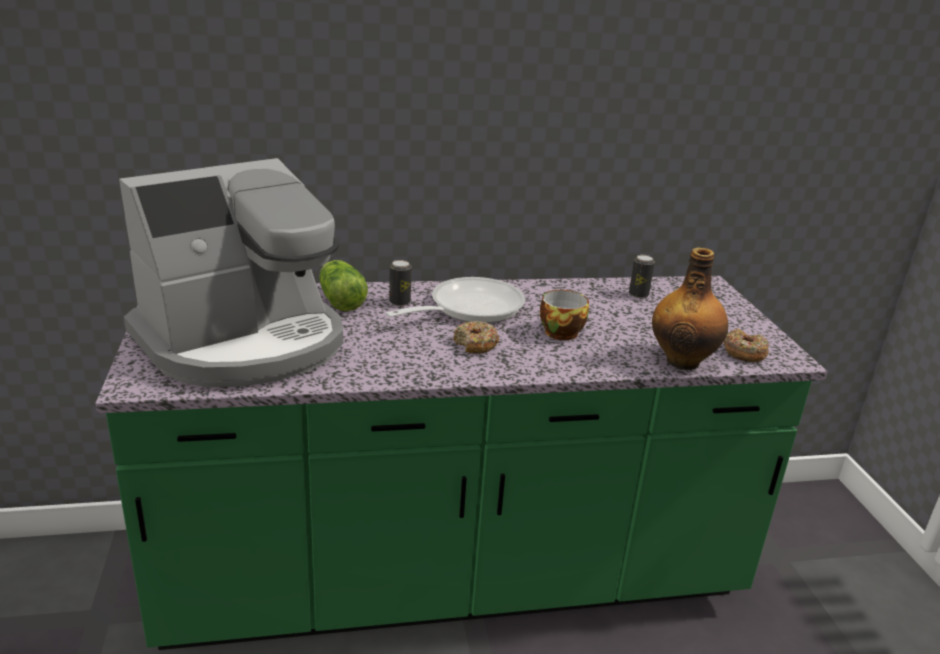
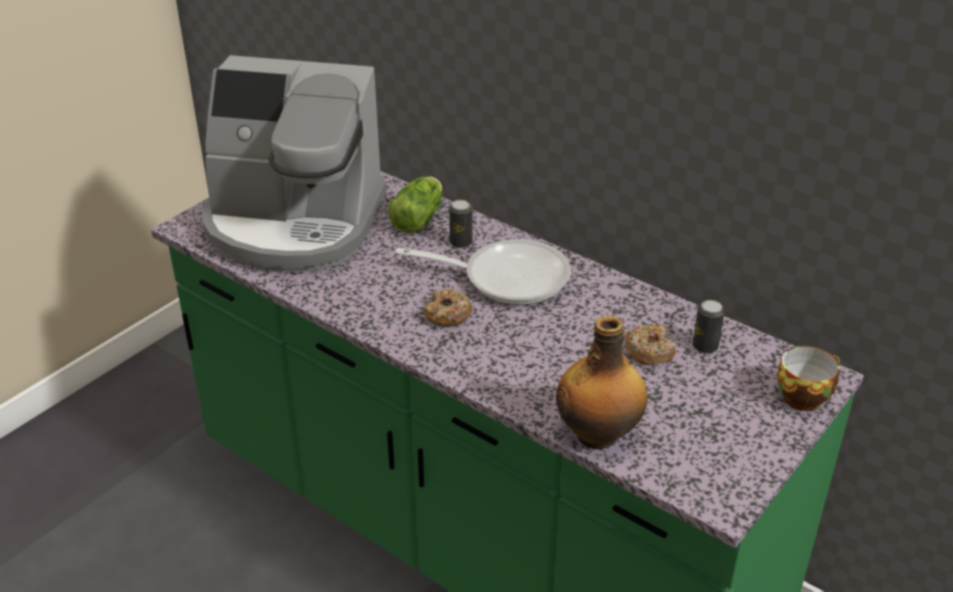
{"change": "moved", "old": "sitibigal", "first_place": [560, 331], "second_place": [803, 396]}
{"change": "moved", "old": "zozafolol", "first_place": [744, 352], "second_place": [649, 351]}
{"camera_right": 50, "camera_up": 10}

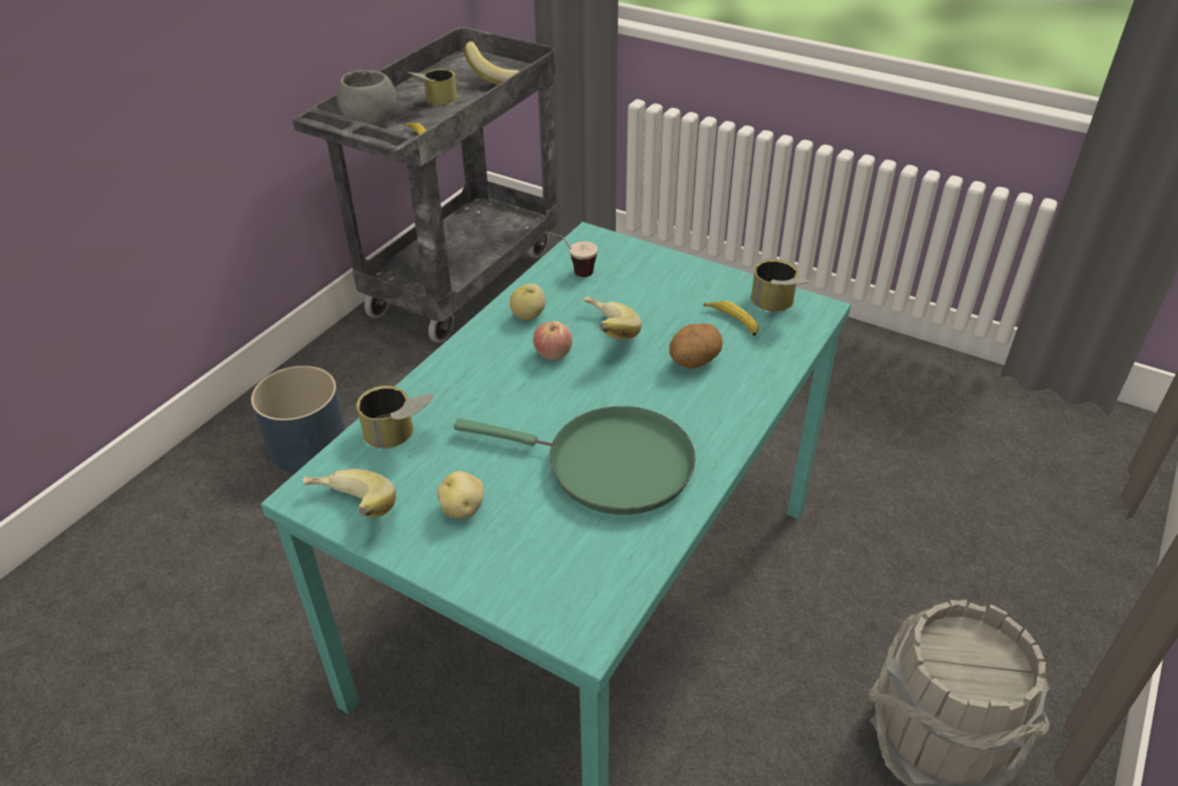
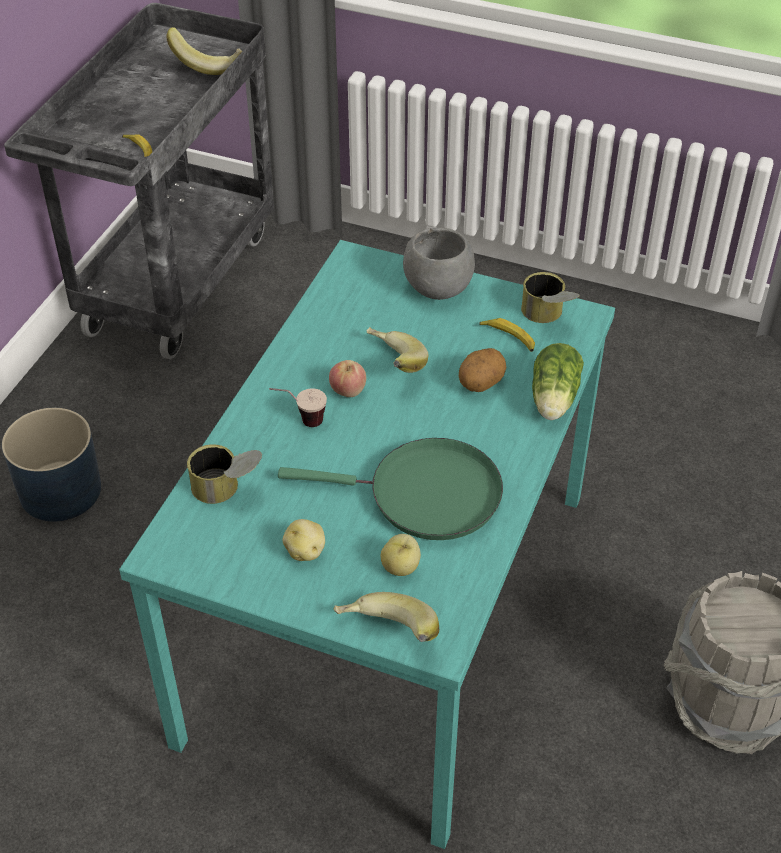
{"change": "moved", "old": "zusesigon", "first_place": [350, 514], "second_place": [386, 636]}
{"change": "moved", "old": "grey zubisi", "first_place": [371, 122], "second_place": [438, 288]}
{"change": "removed", "old": "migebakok", "first_place": [434, 101]}
{"change": "moved", "old": "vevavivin", "first_place": [529, 316], "second_place": [401, 567]}
{"change": "moved", "old": "sitibigal", "first_place": [572, 272], "second_place": [300, 421]}
{"change": "added", "new": "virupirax", "second_place": [553, 400]}
{"camera_right": -10, "camera_up": 5}

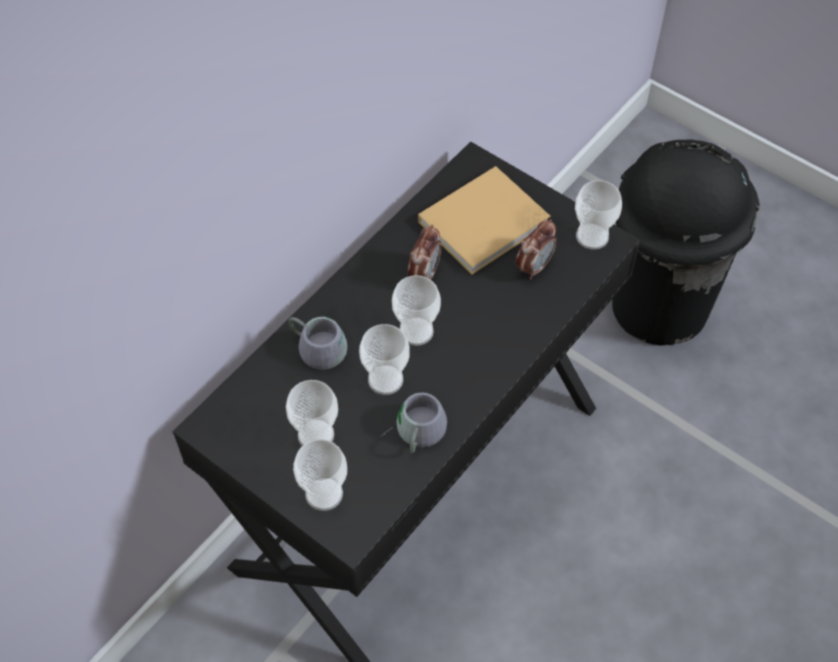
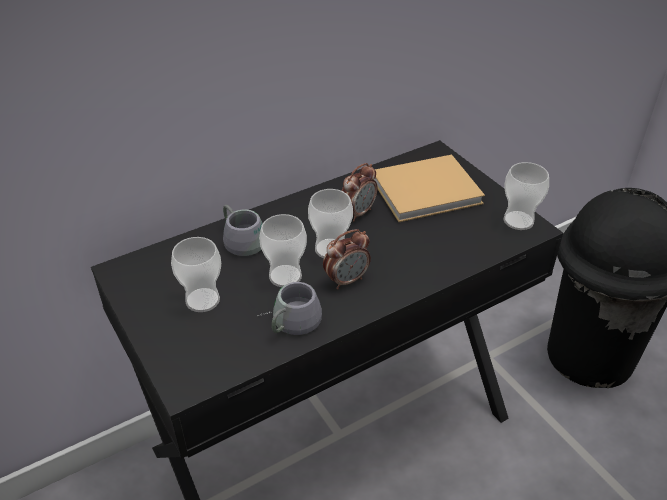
{"change": "removed", "old": "sitibigal", "first_place": [324, 493]}
{"change": "moved", "old": "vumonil", "first_place": [534, 266], "second_place": [346, 280]}
{"camera_right": 20, "camera_up": -15}

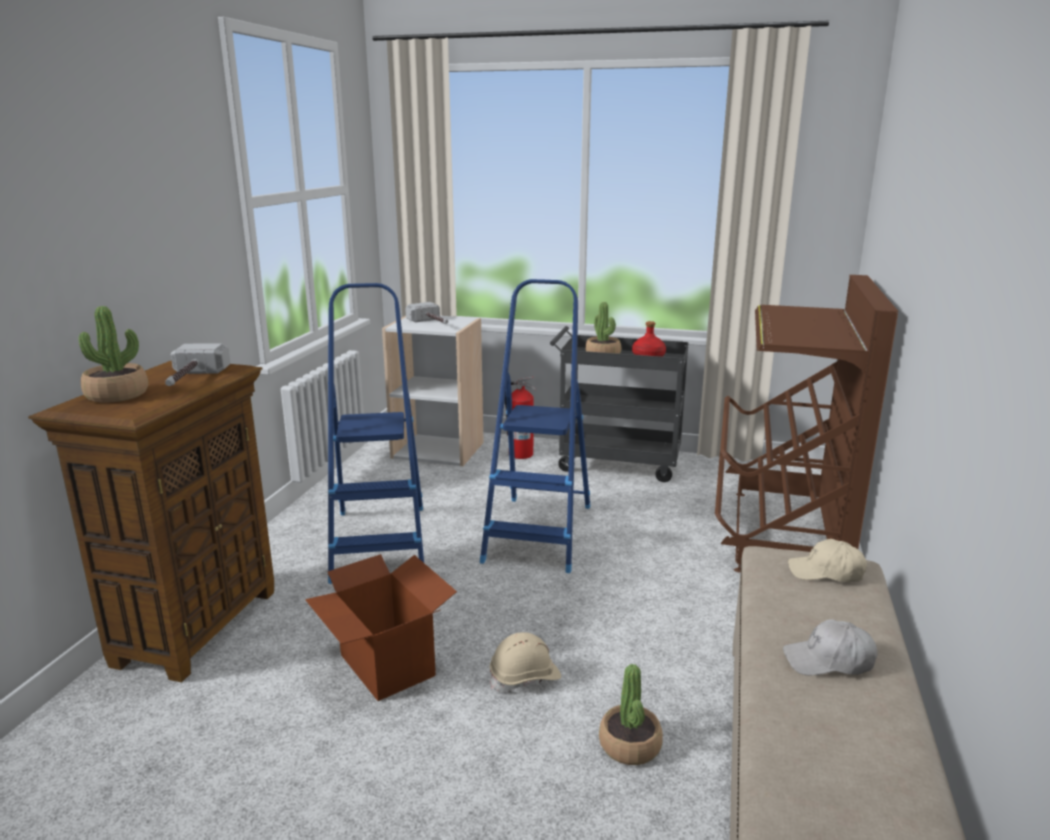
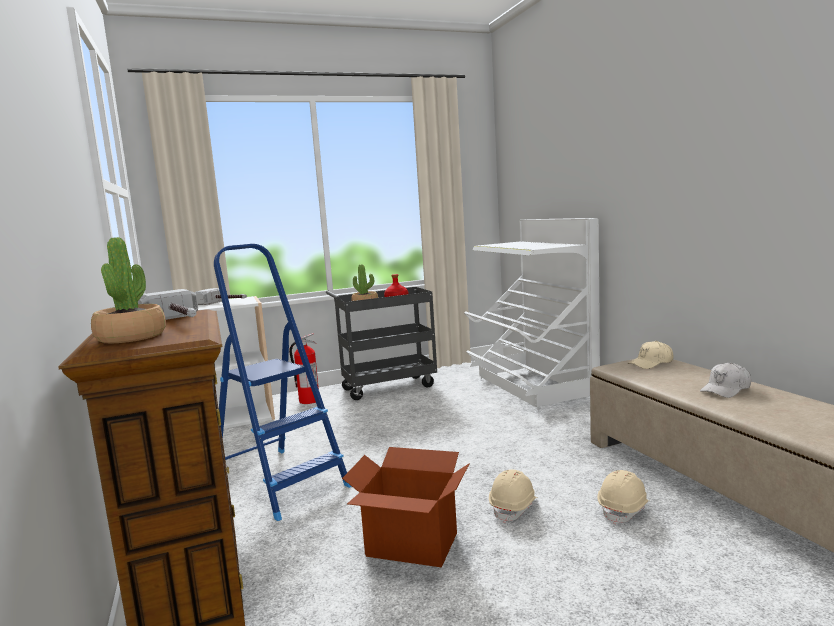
{"change": "removed", "old": "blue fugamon", "first_place": [538, 533]}
{"change": "replaced", "old": "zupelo", "new": "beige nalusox", "first_place": [630, 745], "second_place": [624, 509]}
{"change": "recoloured", "old": "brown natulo", "new": "white natulo", "first_place": [777, 533], "second_place": [529, 390]}
{"camera_right": -35, "camera_up": -10}

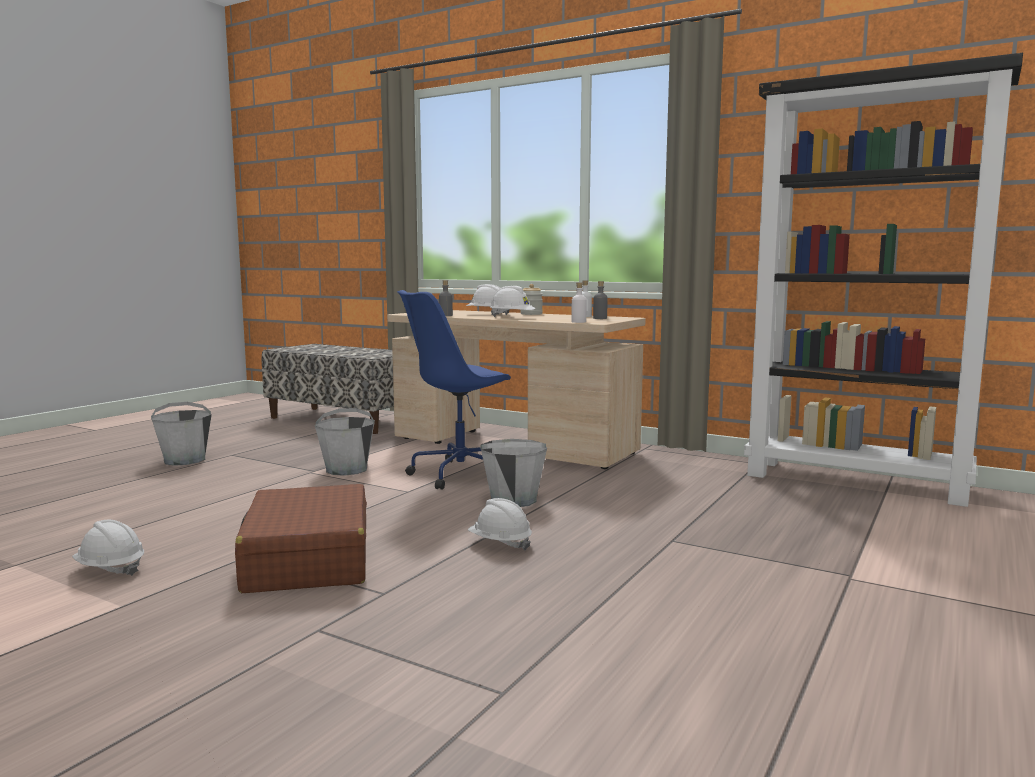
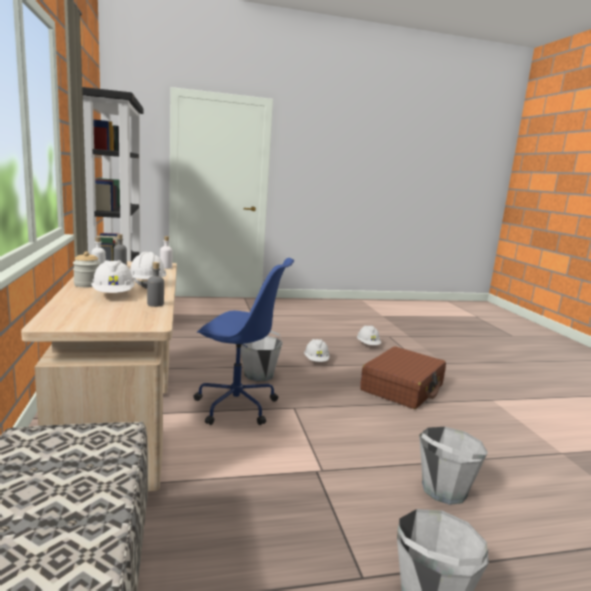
{"change": "moved", "old": "white nalusox", "first_place": [110, 569], "second_place": [368, 345]}
{"change": "moved", "old": "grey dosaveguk", "first_place": [347, 469], "second_place": [443, 489]}
{"camera_right": -135, "camera_up": 5}

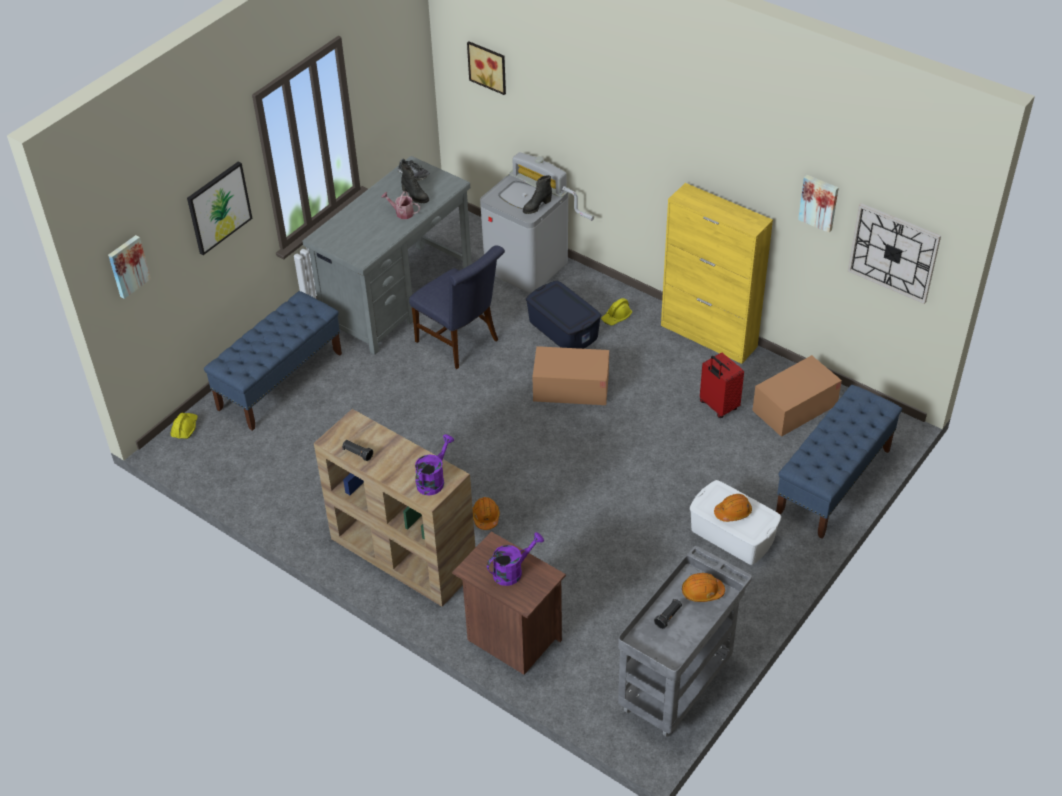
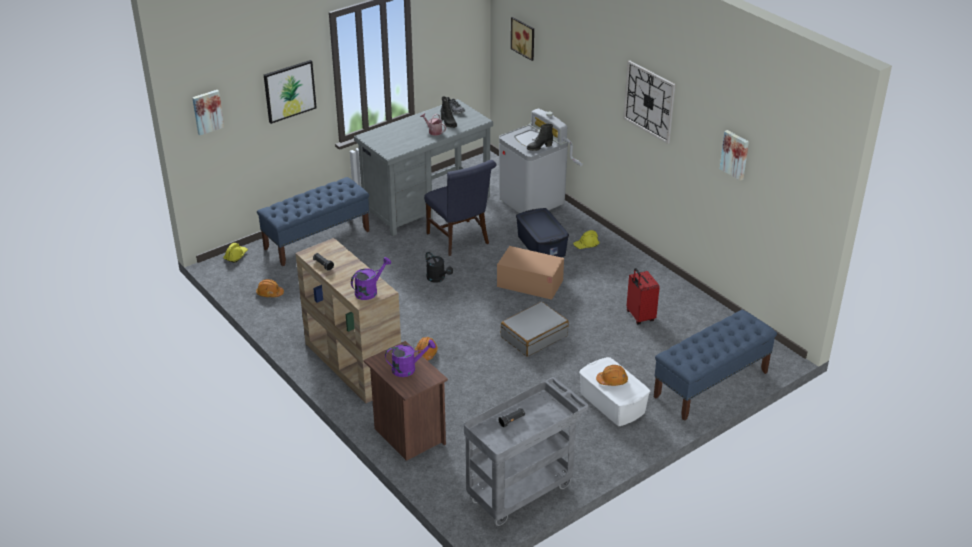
{"change": "removed", "old": "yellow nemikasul", "first_place": [709, 336]}
{"change": "moved", "old": "orange nalusox", "first_place": [702, 592], "second_place": [269, 293]}
{"change": "removed", "old": "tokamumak", "first_place": [795, 407]}
{"change": "moved", "old": "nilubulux", "first_place": [893, 252], "second_place": [649, 101]}
{"change": "added", "new": "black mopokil", "second_place": [438, 279]}
{"change": "added", "new": "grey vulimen", "second_place": [534, 336]}
{"camera_right": 15, "camera_up": -10}

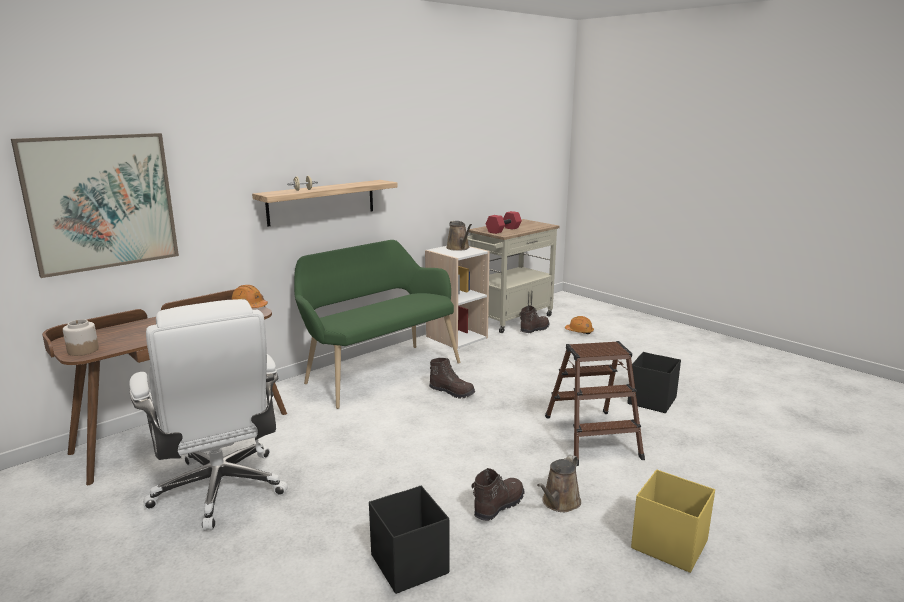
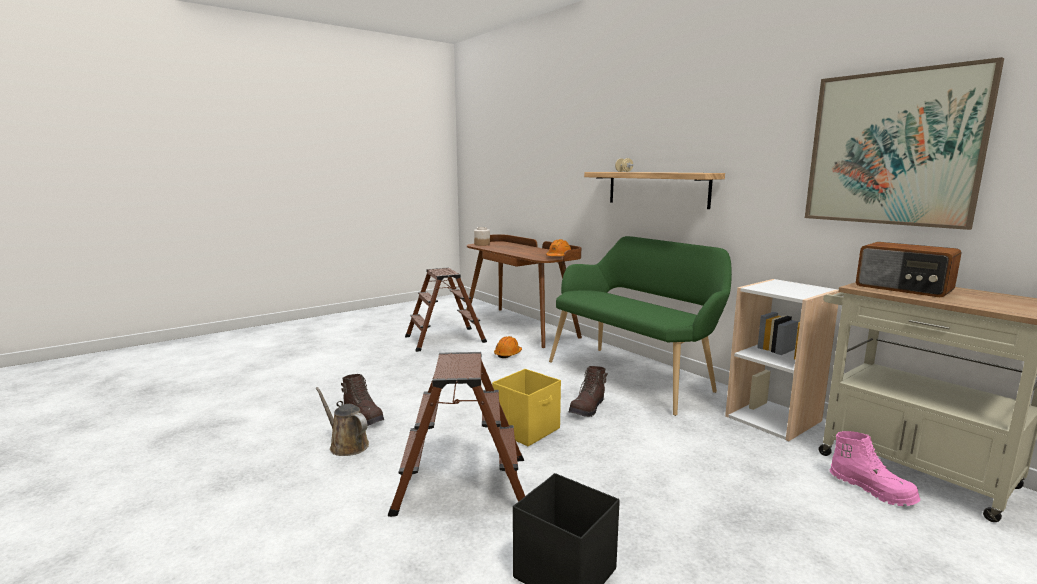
{"change": "moved", "old": "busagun", "first_place": [101, 202], "second_place": [892, 148]}
{"change": "replaced", "old": "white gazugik", "new": "brown fugamon", "first_place": [220, 488], "second_place": [445, 339]}
{"change": "removed", "old": "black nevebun", "first_place": [409, 563]}
{"change": "removed", "old": "brown mopokil", "first_place": [459, 248]}
{"change": "replaced", "old": "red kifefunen", "new": "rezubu", "first_place": [503, 230], "second_place": [903, 288]}
{"change": "recoloured", "old": "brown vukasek", "new": "pink vukasek", "first_place": [534, 330], "second_place": [872, 489]}
{"change": "moved", "old": "orange nalusox", "first_place": [579, 331], "second_place": [508, 354]}
{"change": "moved", "old": "yellow nevebun", "first_place": [668, 544], "second_place": [527, 429]}
{"camera_right": 95, "camera_up": -5}

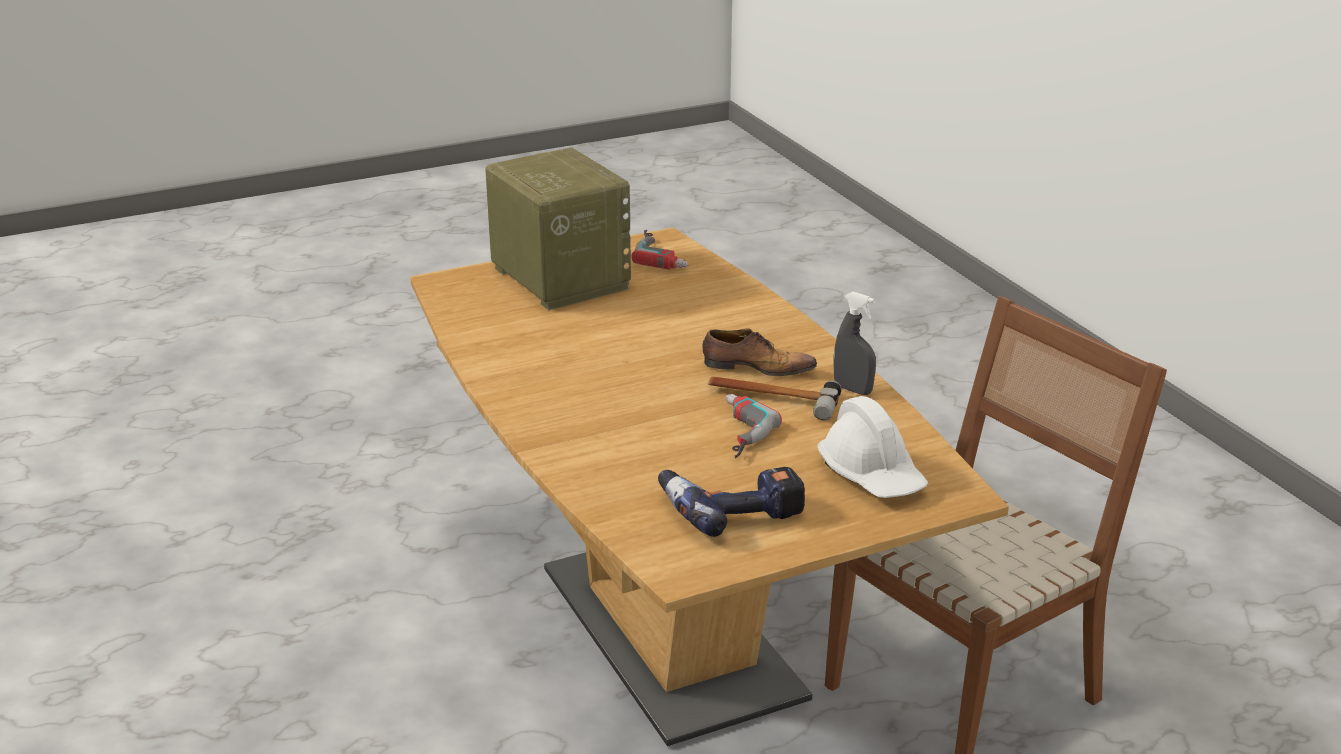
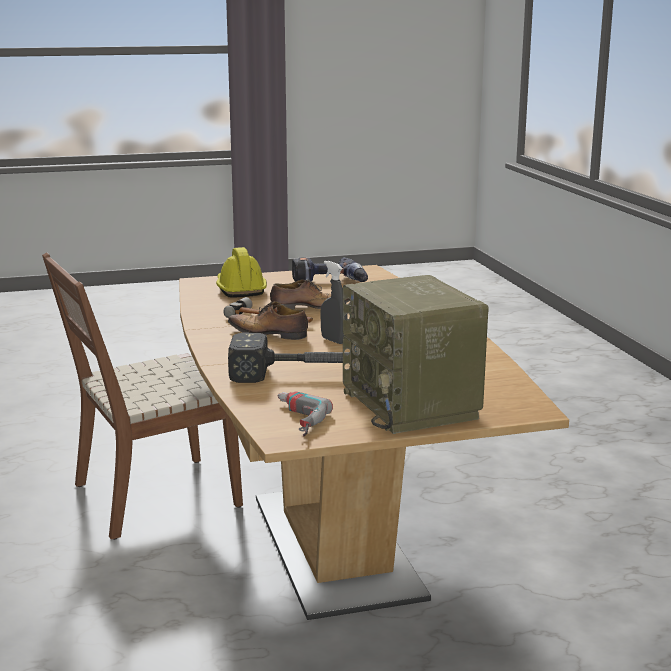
{"change": "replaced", "old": "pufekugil", "new": "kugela", "first_place": [733, 432], "second_place": [308, 307]}
{"change": "recoloured", "old": "white nalusox", "new": "yellow nalusox", "first_place": [872, 475], "second_place": [240, 289]}
{"change": "moved", "old": "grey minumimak", "first_place": [853, 390], "second_place": [333, 340]}
{"change": "added", "new": "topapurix", "second_place": [296, 373]}
{"camera_right": -170, "camera_up": -10}

